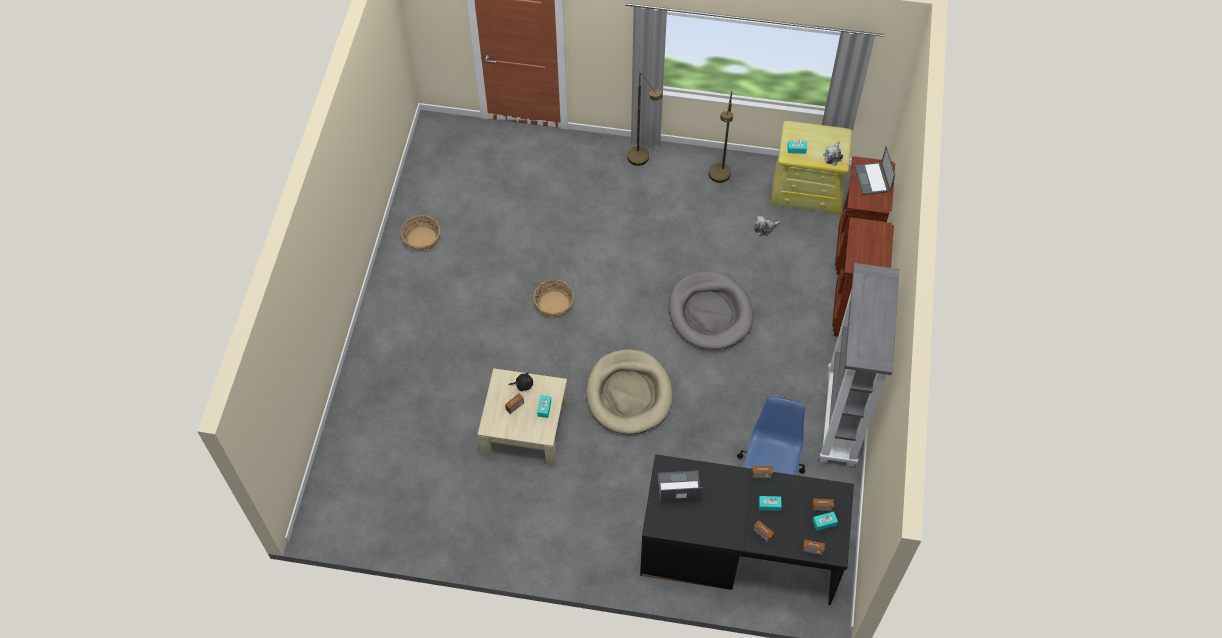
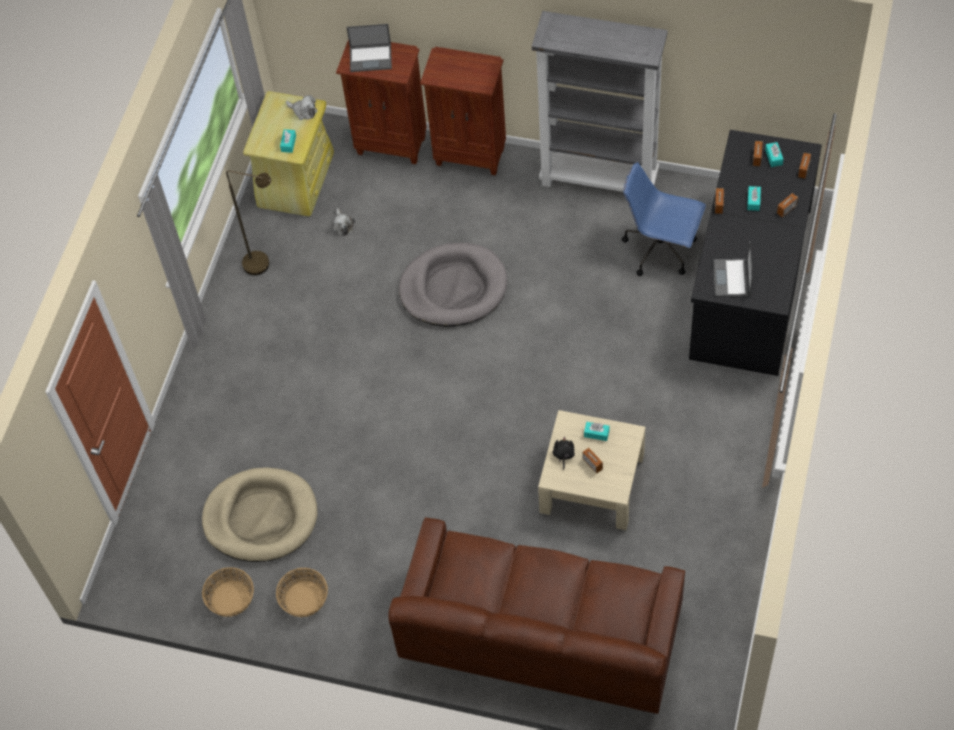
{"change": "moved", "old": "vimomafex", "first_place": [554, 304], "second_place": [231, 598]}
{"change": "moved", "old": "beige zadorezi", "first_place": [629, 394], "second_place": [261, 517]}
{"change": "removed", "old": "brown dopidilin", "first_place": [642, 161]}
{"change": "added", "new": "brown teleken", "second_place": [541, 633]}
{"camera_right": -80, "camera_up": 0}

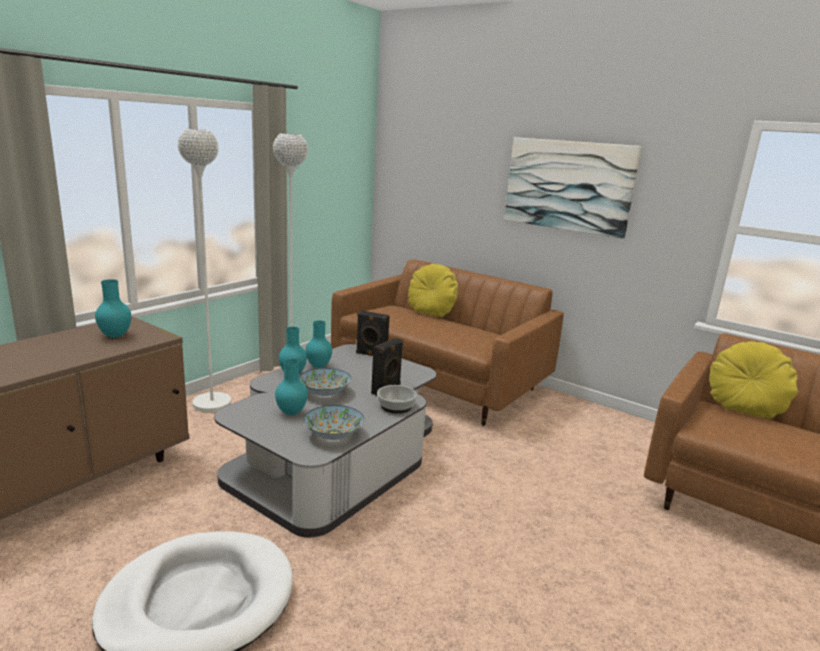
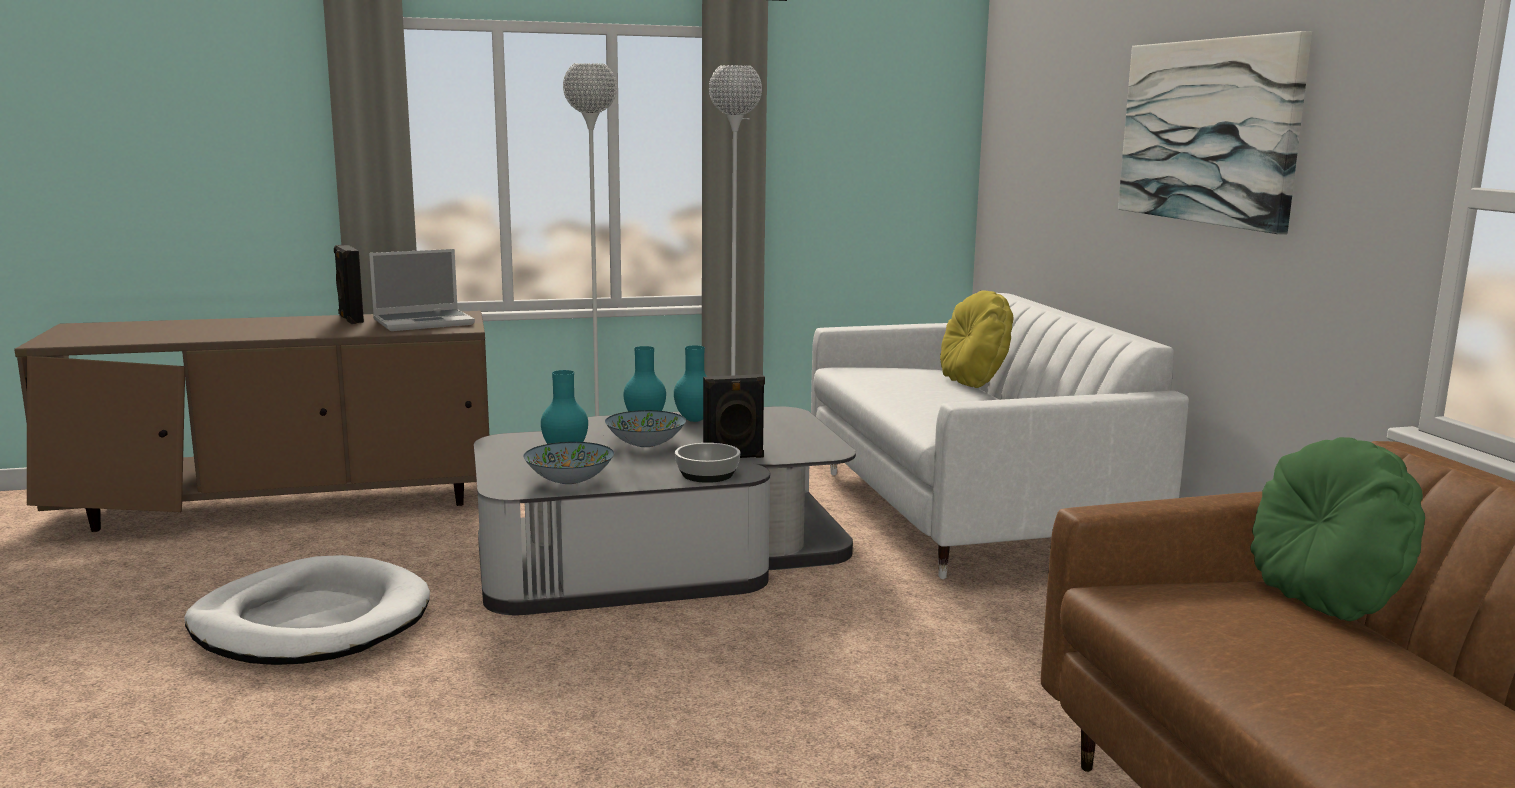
{"change": "replaced", "old": "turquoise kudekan", "new": "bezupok", "first_place": [115, 335], "second_place": [424, 322]}
{"change": "recoloured", "old": "brown teleken", "new": "white teleken", "first_place": [438, 382], "second_place": [965, 513]}
{"change": "moved", "old": "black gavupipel", "first_place": [371, 355], "second_place": [350, 319]}
{"change": "recoloured", "old": "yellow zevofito", "new": "green zevofito", "first_place": [744, 410], "second_place": [1324, 602]}
{"camera_right": 40, "camera_up": -5}

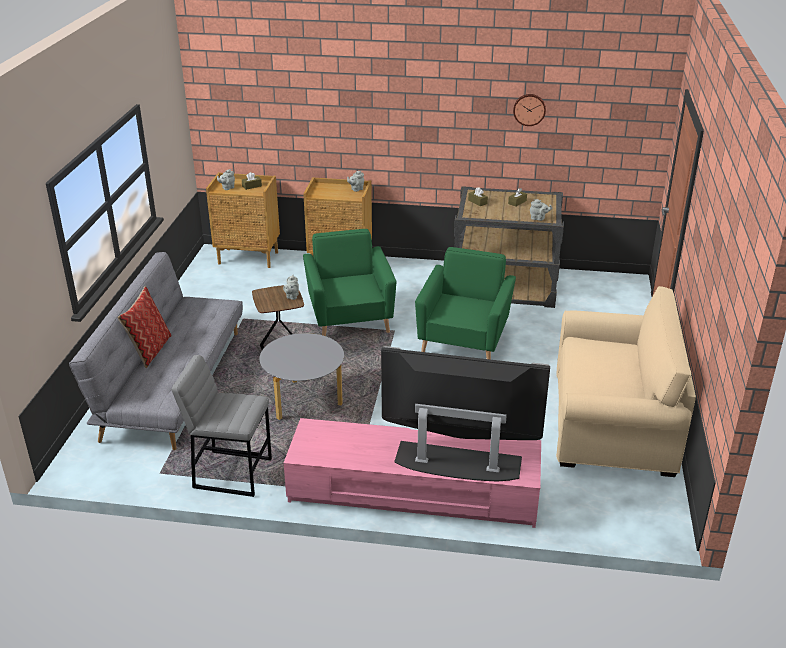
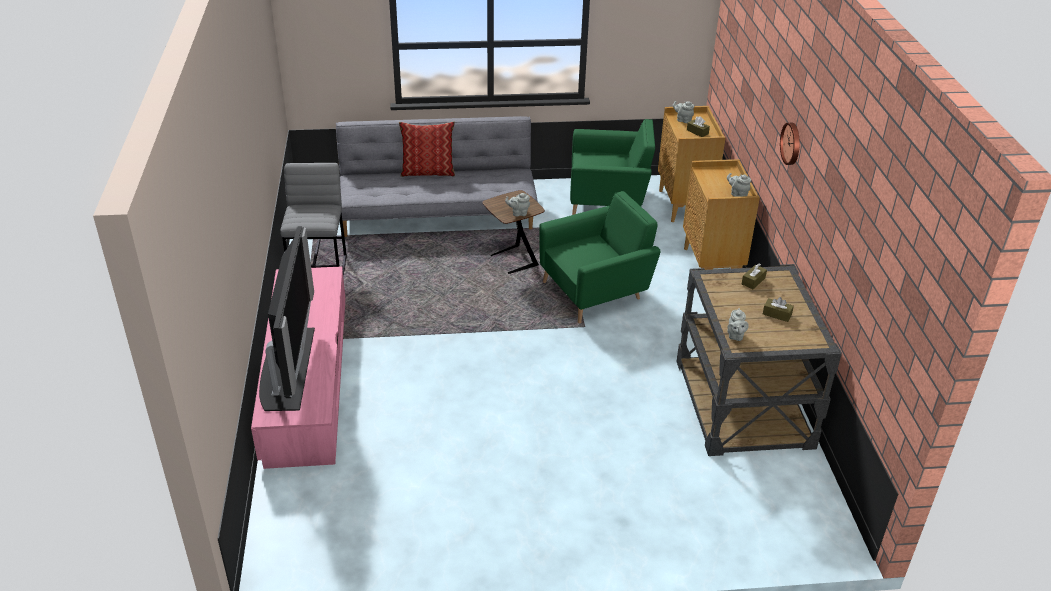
{"change": "removed", "old": "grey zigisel", "first_place": [304, 401]}
{"change": "moved", "old": "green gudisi", "first_place": [464, 340], "second_place": [608, 201]}
{"change": "moved", "old": "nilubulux", "first_place": [529, 109], "second_place": [792, 143]}
{"change": "removed", "old": "beige teleken", "first_place": [612, 424]}
{"camera_right": 75, "camera_up": 5}

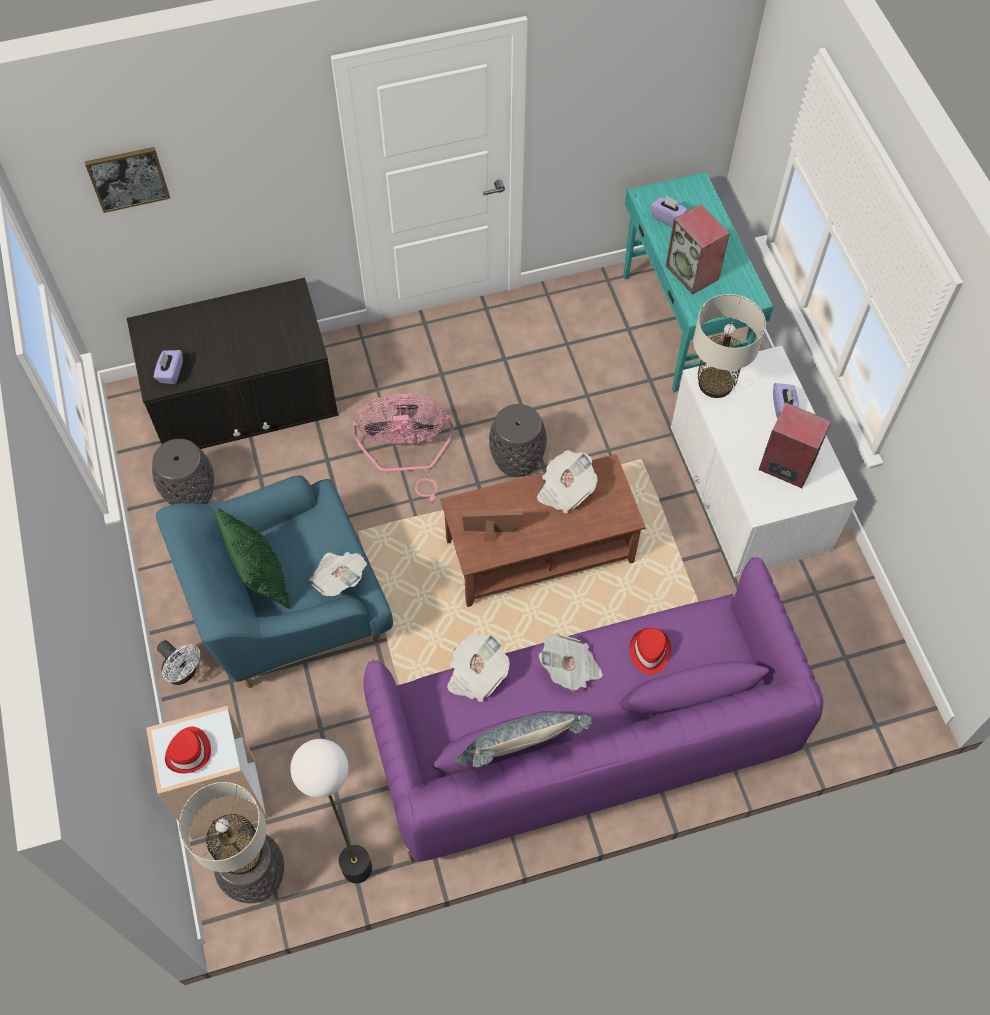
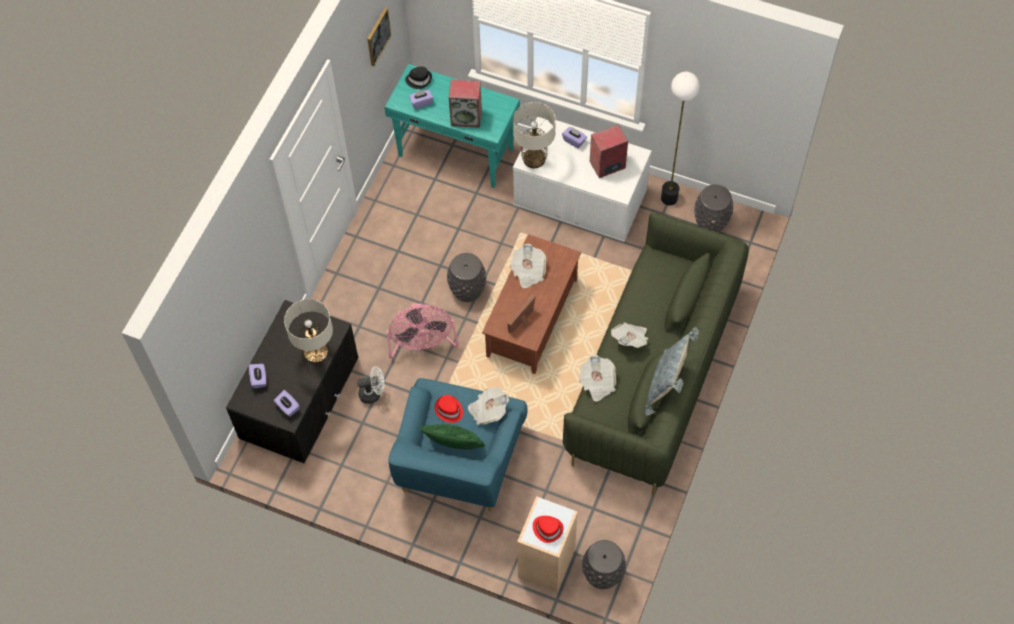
{"change": "moved", "old": "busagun", "first_place": [128, 178], "second_place": [378, 36]}
{"change": "moved", "old": "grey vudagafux", "first_place": [191, 493], "second_place": [711, 221]}
{"change": "moved", "old": "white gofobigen", "first_place": [183, 673], "second_place": [373, 393]}
{"change": "moved", "old": "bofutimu", "first_place": [241, 854], "second_place": [316, 353]}
{"change": "moved", "old": "dopidilin", "first_place": [356, 868], "second_place": [669, 198]}
{"change": "turned", "old": "pink gofobigen", "first_place": [409, 458], "second_place": [419, 341], "degrees": -135}
{"change": "recoloured", "old": "purple teleken", "new": "green teleken", "first_place": [584, 737], "second_place": [652, 371]}
{"change": "moved", "old": "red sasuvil", "first_place": [649, 652], "second_place": [449, 410]}
{"change": "added", "new": "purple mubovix", "second_place": [259, 379]}
{"change": "added", "new": "black sasuvil", "second_place": [419, 79]}
{"camera_right": -50, "camera_up": 0}

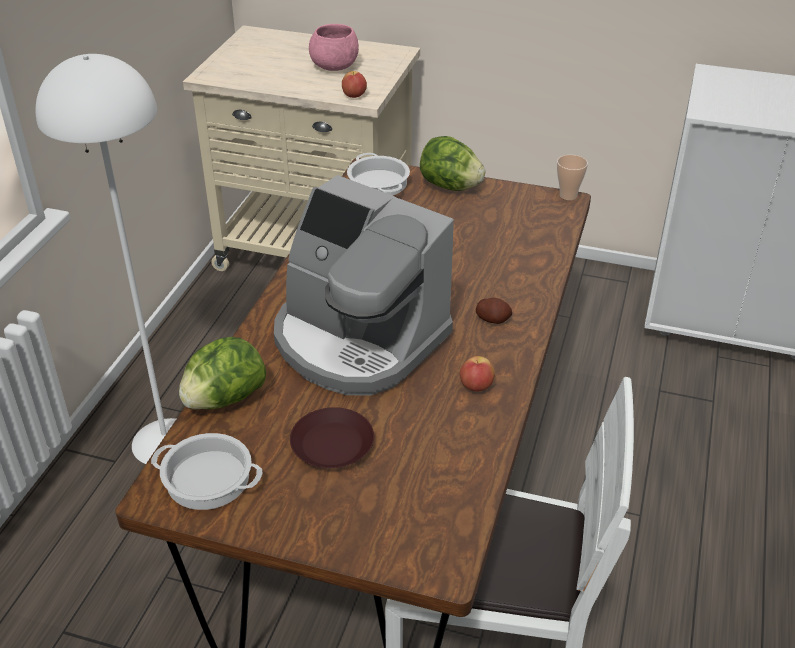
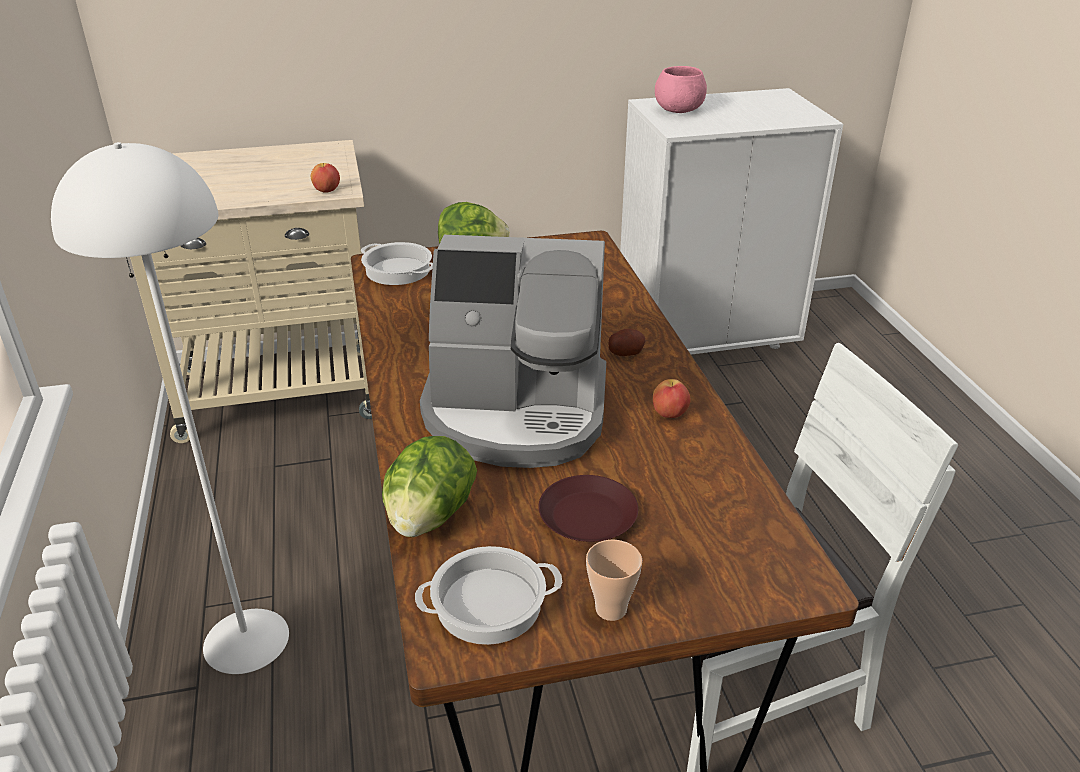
{"change": "moved", "old": "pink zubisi", "first_place": [334, 67], "second_place": [679, 110]}
{"change": "moved", "old": "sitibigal", "first_place": [568, 196], "second_place": [611, 609]}
{"camera_right": -30, "camera_up": -5}

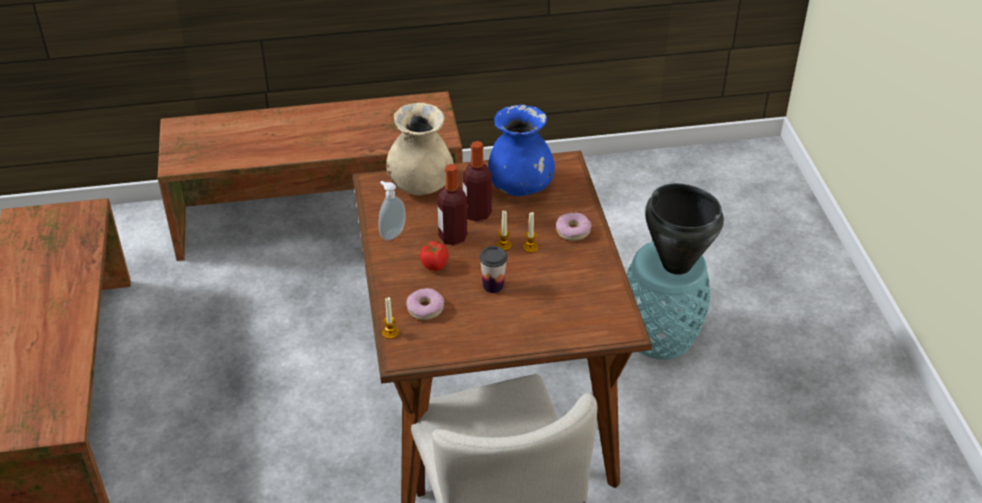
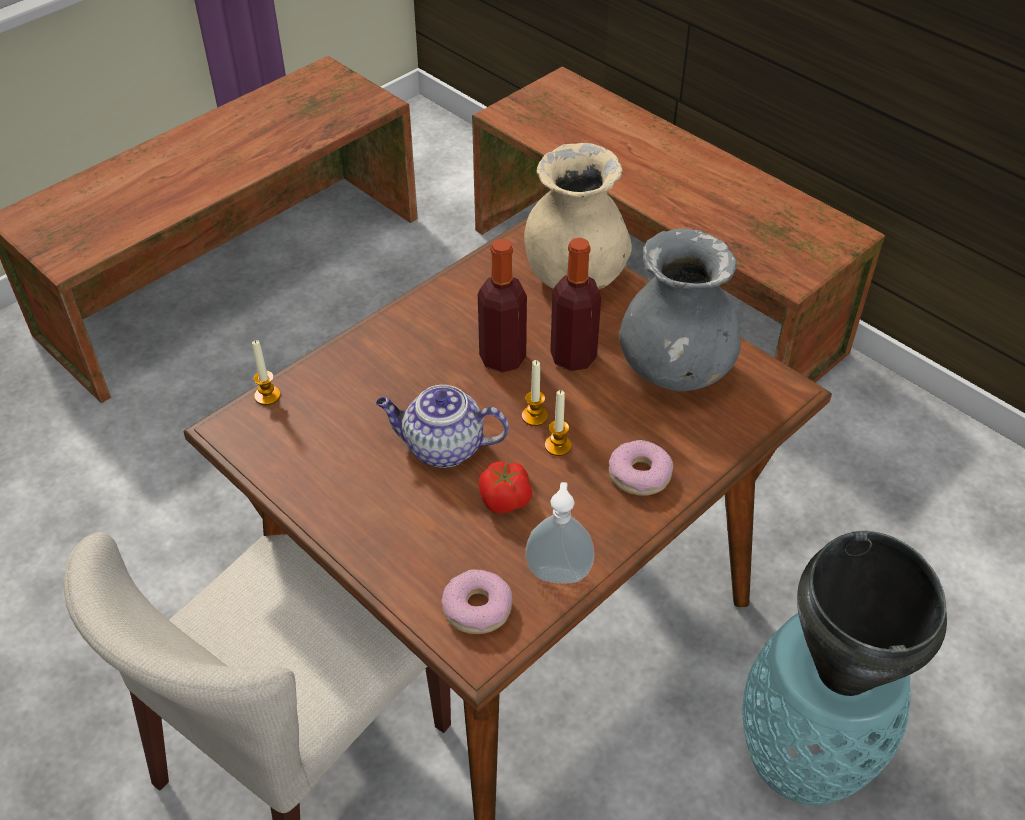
{"change": "moved", "old": "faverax", "first_place": [391, 233], "second_place": [558, 572]}
{"change": "moved", "old": "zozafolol", "first_place": [425, 308], "second_place": [477, 608]}
{"change": "moved", "old": "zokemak", "first_place": [434, 265], "second_place": [506, 501]}
{"change": "replaced", "old": "sitibigal", "new": "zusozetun", "first_place": [493, 286], "second_place": [442, 448]}
{"change": "recoloured", "old": "blue kudekan", "new": "grey kudekan", "first_place": [520, 186], "second_place": [675, 370]}
{"camera_right": 55, "camera_up": 5}

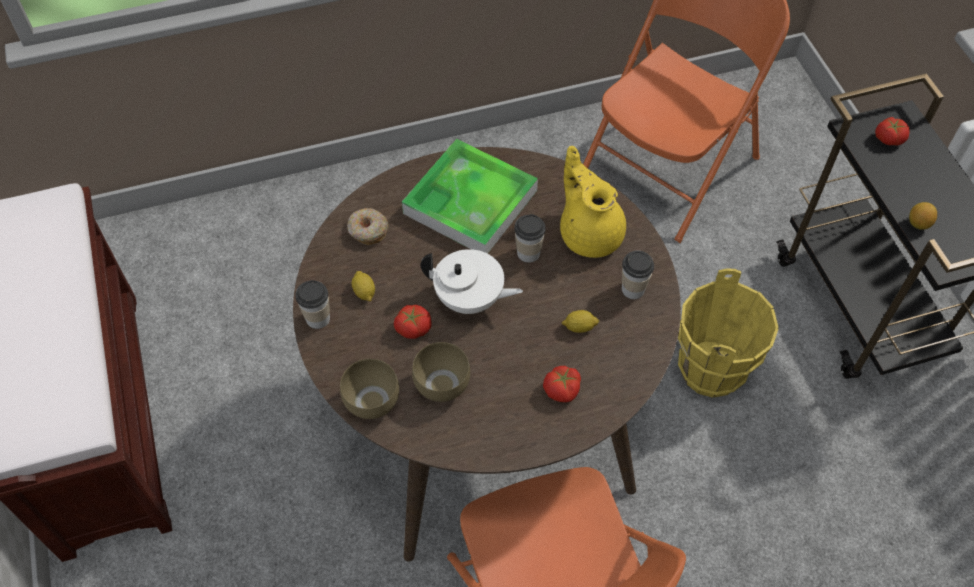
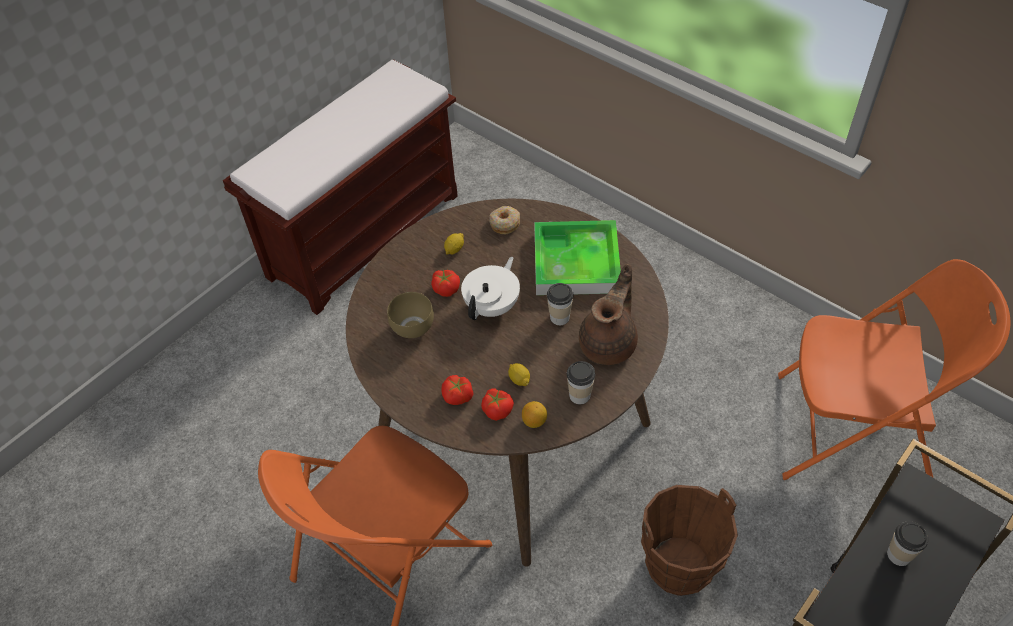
{"change": "moved", "old": "sitibigal", "first_place": [318, 318], "second_place": [898, 555]}
{"change": "removed", "old": "brown zubisi", "first_place": [370, 403]}
{"change": "turned", "old": "white zusozetun", "first_place": [470, 299], "second_place": [493, 306], "degrees": -135}
{"change": "recoloured", "old": "yellow zusozetun", "new": "brown zusozetun", "first_place": [589, 232], "second_place": [609, 343]}
{"change": "recoloured", "old": "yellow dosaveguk", "new": "brown dosaveguk", "first_place": [712, 370], "second_place": [679, 567]}
{"change": "moved", "old": "zokemak", "first_place": [888, 138], "second_place": [497, 409]}
{"change": "moved", "old": "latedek", "first_place": [918, 223], "second_place": [534, 421]}
{"camera_right": 60, "camera_up": -5}

